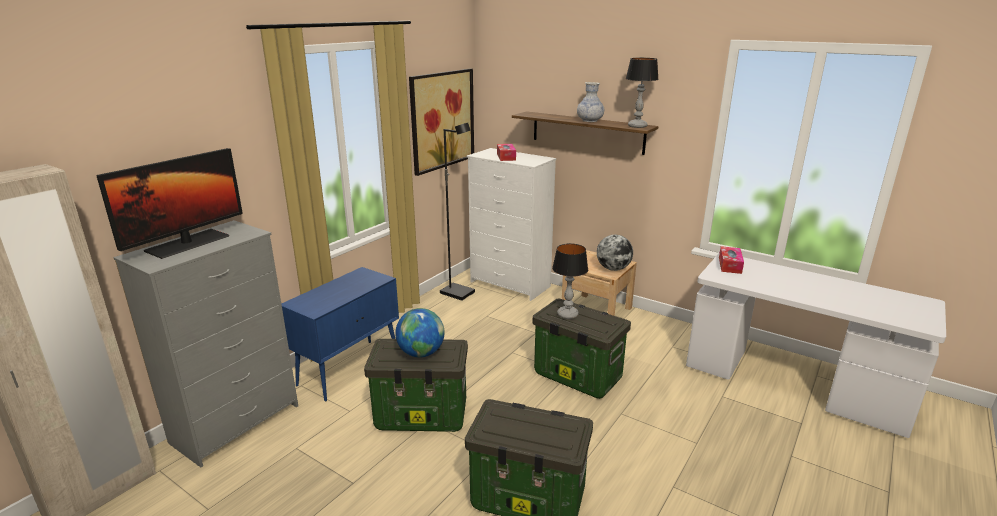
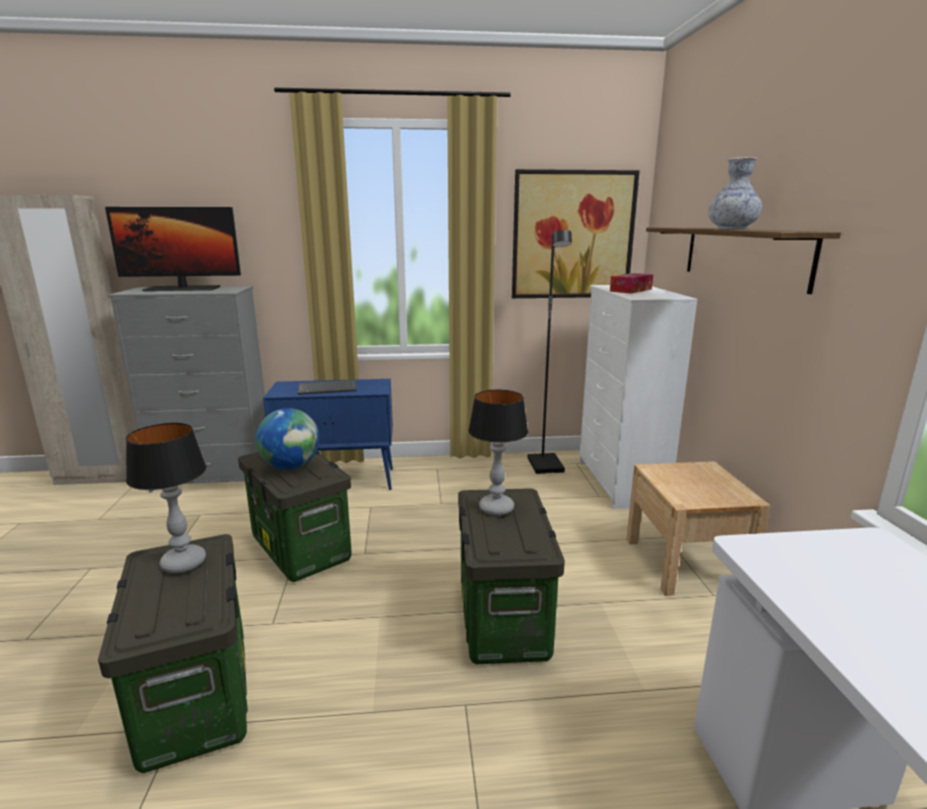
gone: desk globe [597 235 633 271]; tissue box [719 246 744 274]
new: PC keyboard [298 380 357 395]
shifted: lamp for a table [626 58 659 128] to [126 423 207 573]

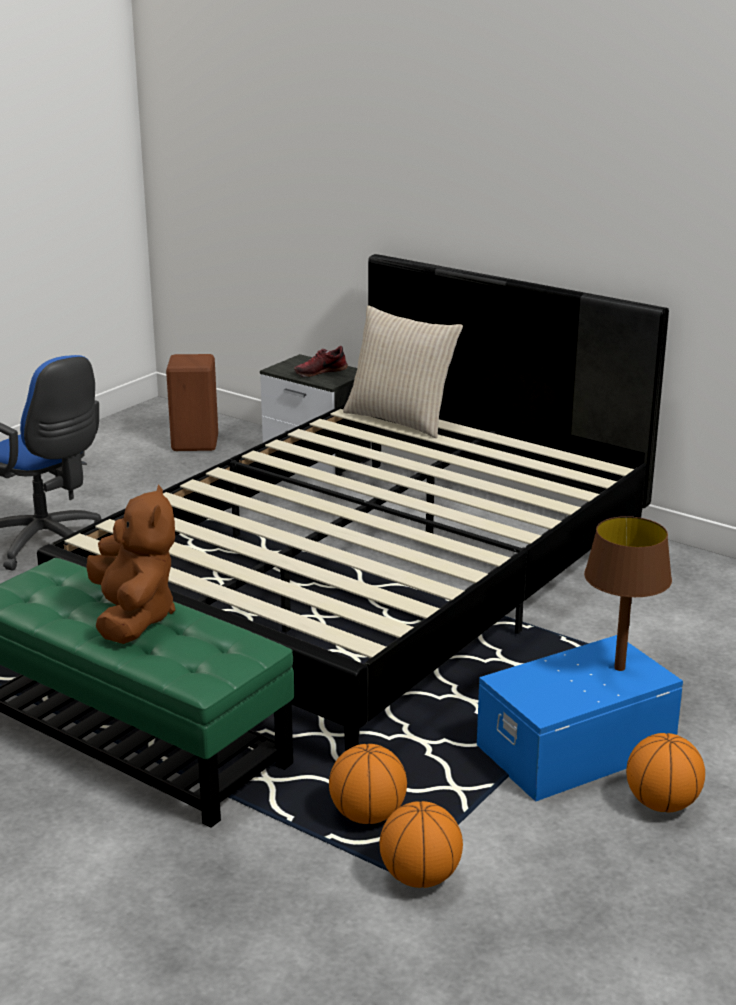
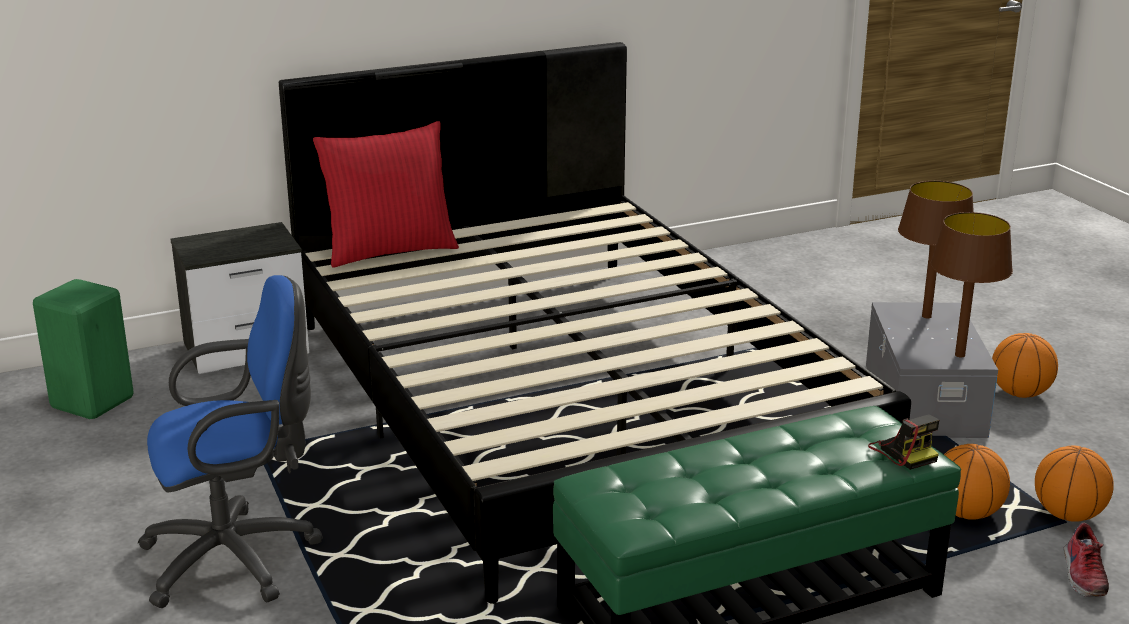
gone: cuddly toy in brown [86 485 175 644]
new: still camera [868 415 939 470]; lamp for a table in brown [930 212 1013 357]
shifted: low shoe [294 346 348 377] to [1063 523 1109 597]
repainted: stool seat in brown [166 354 218 451] to stool seat in green-coloured [33 279 134 419]; pillow in sand-coloured [343 305 463 438] to pillow in red-coloured [313 121 459 268]; storage container in blue-coloured [477 635 683 802] to storage container in grey [866 302 998 438]

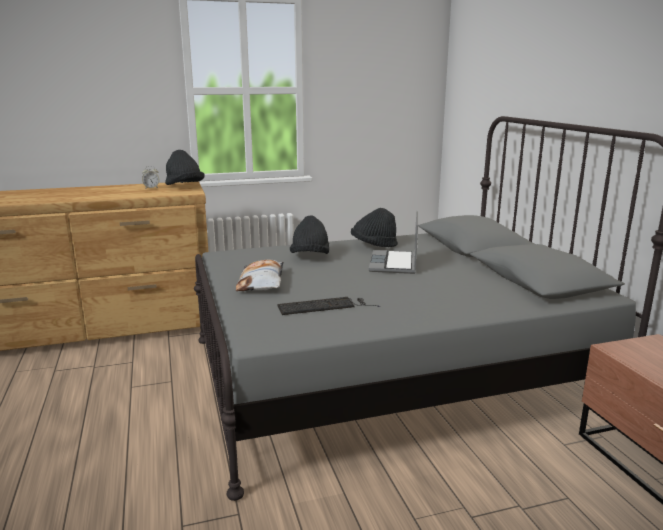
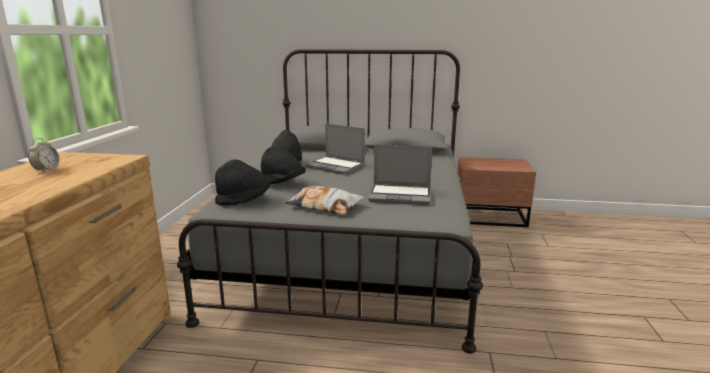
shifted: clothing hat in black [165 150 205 185] to [215 159 270 206]
swapped: PC keyboard [277 297 380 315] to portable computer [368 144 432 205]

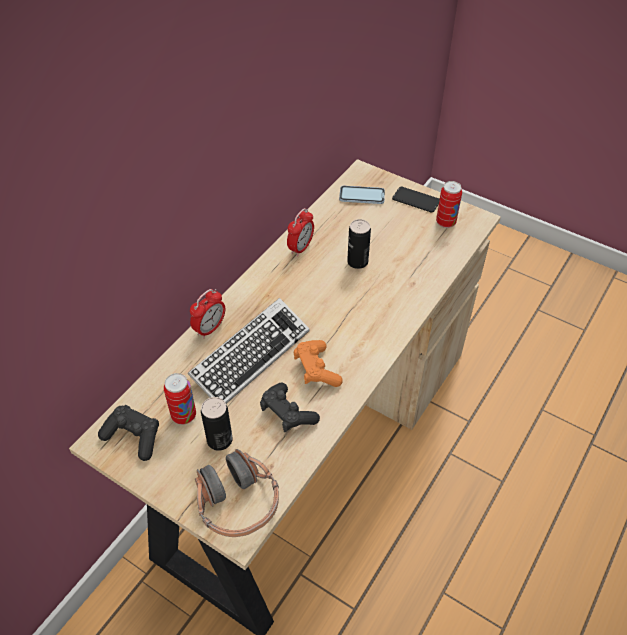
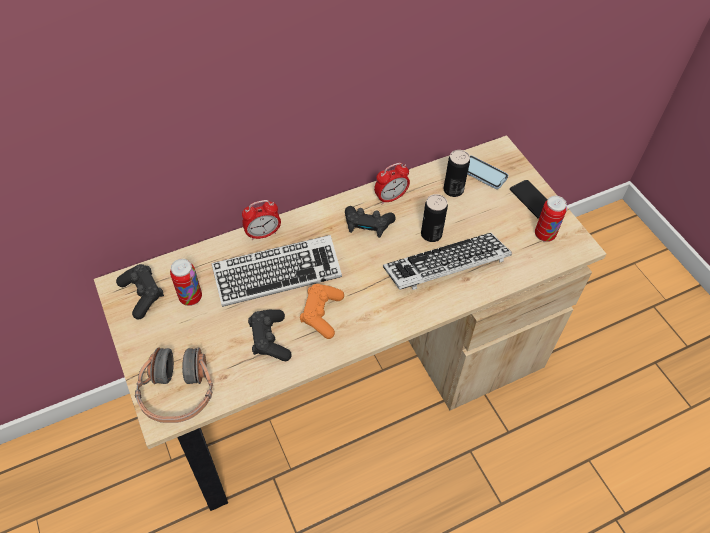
new: joypad in black [345 206 396 238]; PC keyboard [383 233 512 290]
shifted: metal can [201 397 233 451] to [444 150 470 197]

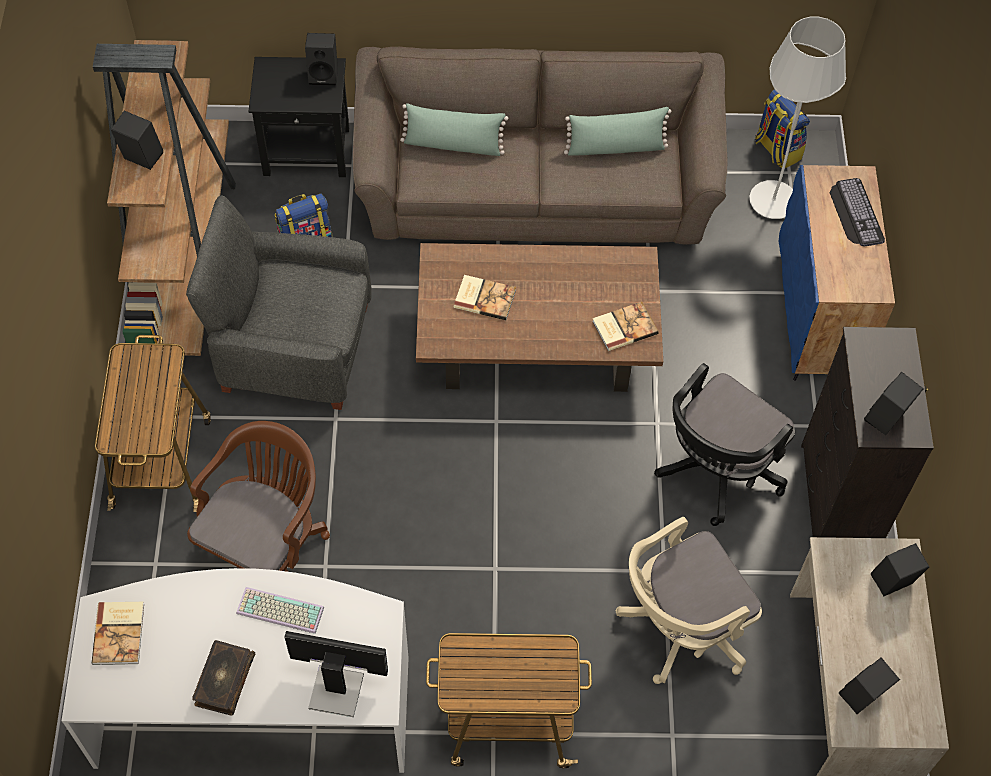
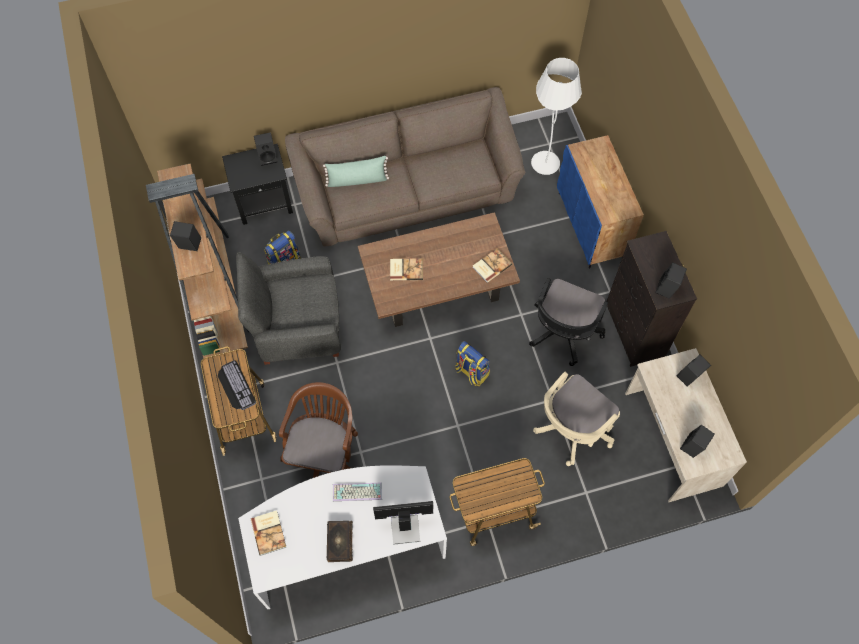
gone: pillow in green-coloured [564 107 671 156]
shifted: backpack [755 89 810 168] to [455 341 490 386]; PC keyboard [830 178 885 247] to [218 360 256 410]

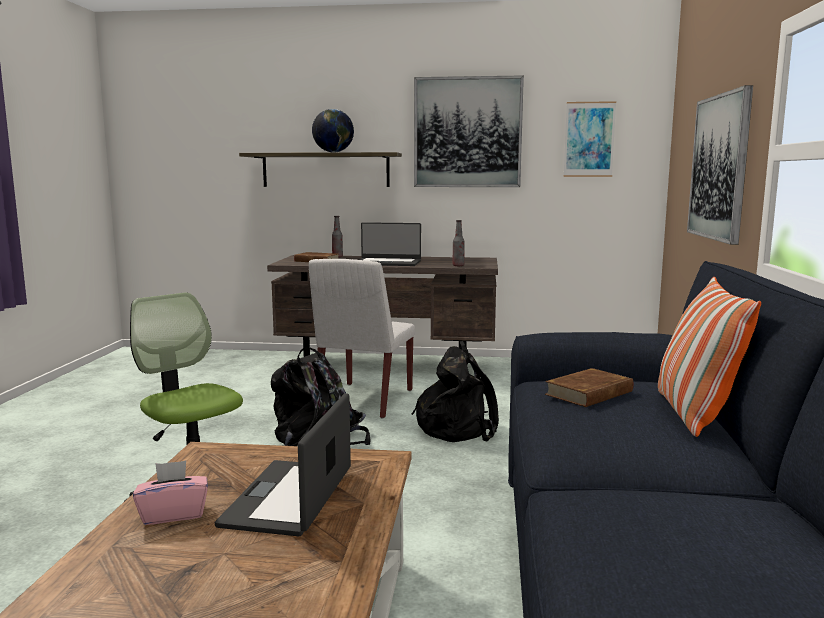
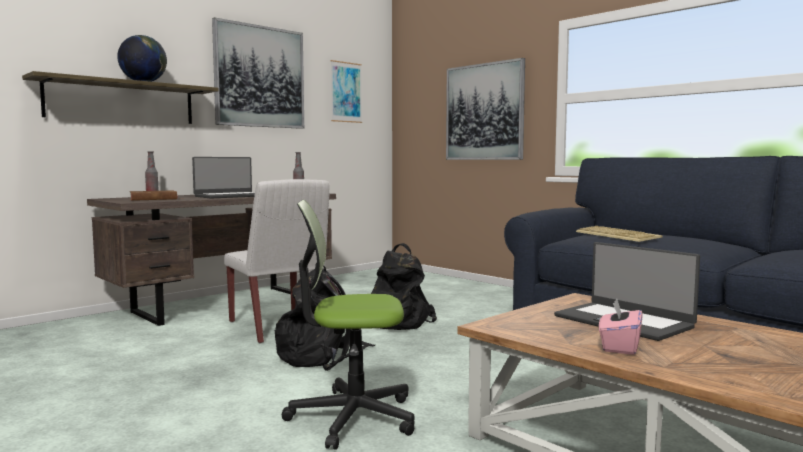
gone: pillow [658 277 761 437]
swapped: book in brown [545 368 633 407] to PC keyboard [576 226 663 242]

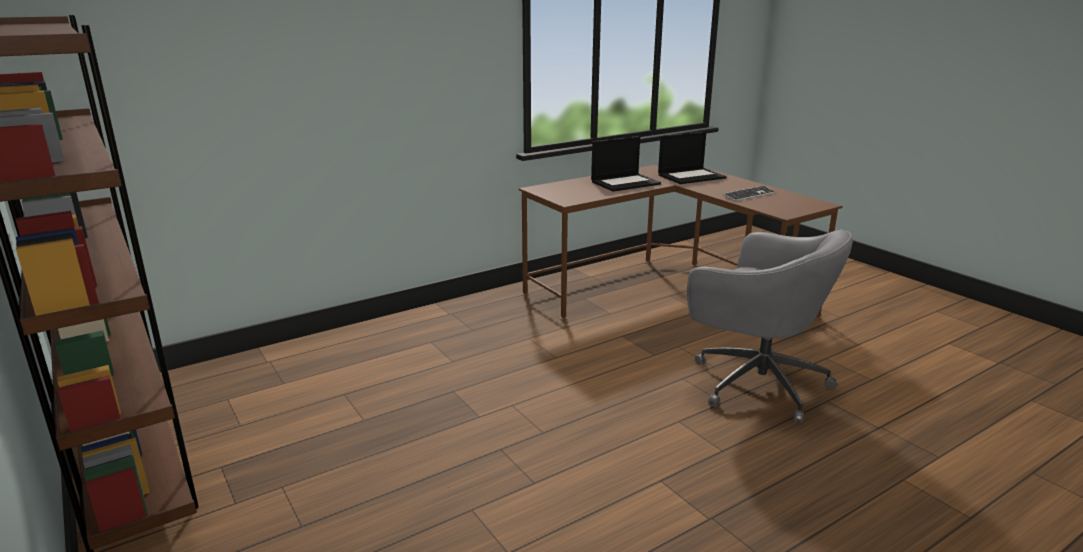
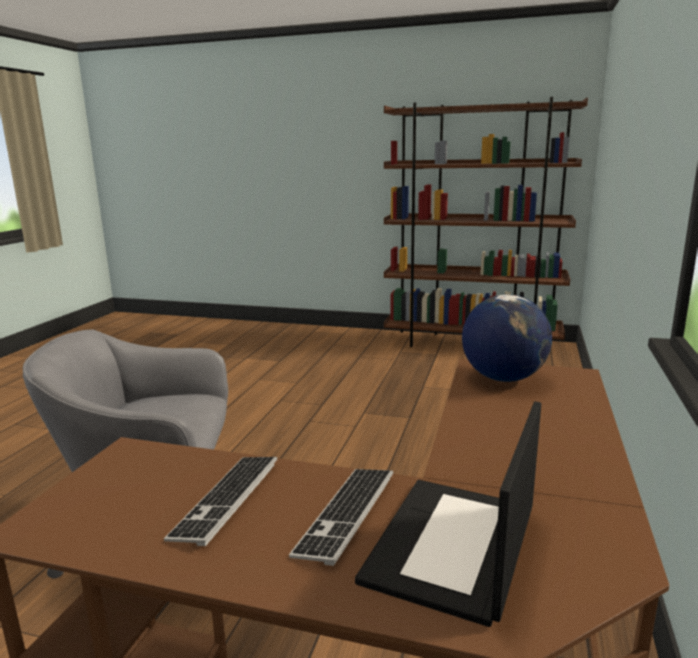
gone: portable computer [591 136 661 192]
new: PC keyboard [289 469 393 566]; desk globe [462 294 552 382]

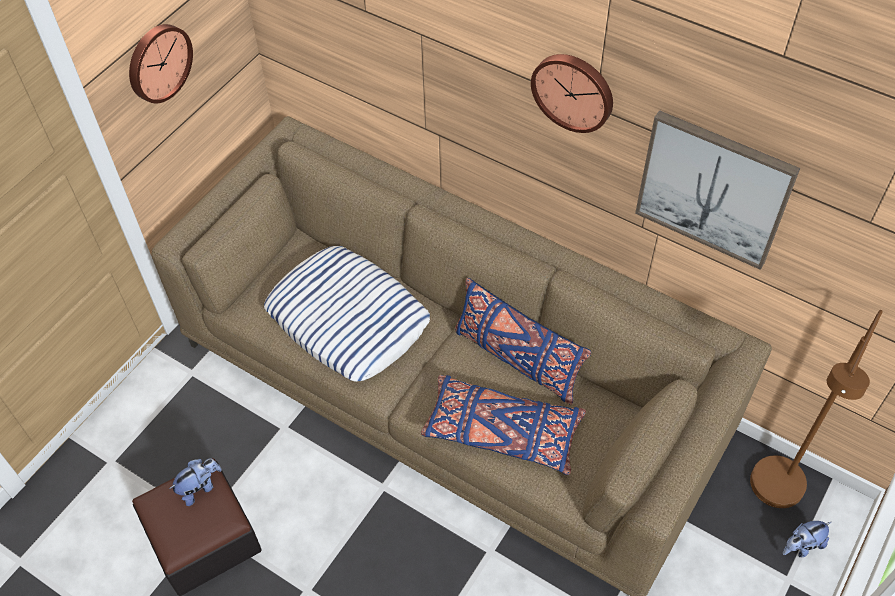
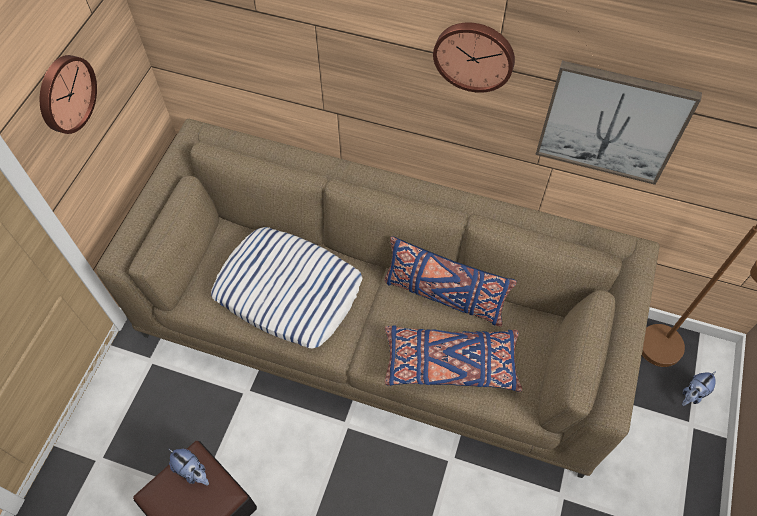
rotated: cuddly toy [169 459 222 506] = [169 449 209 486] 90 degrees clockwise

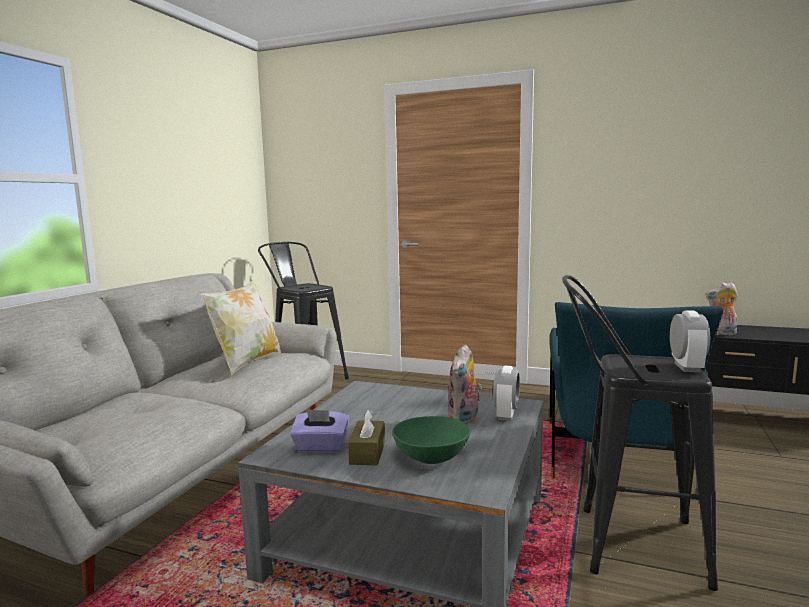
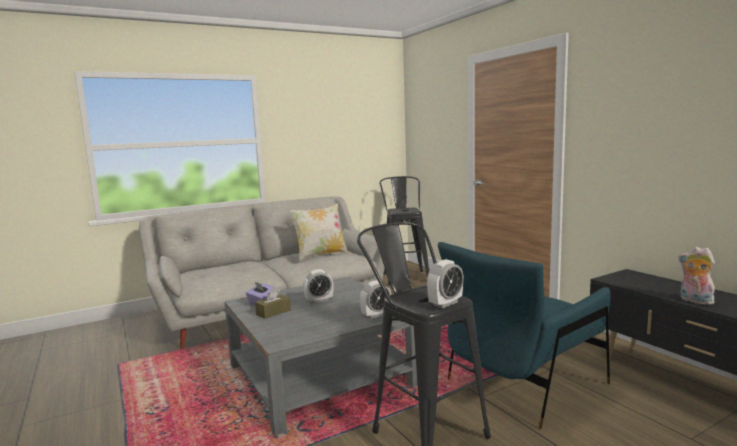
gone: serving bowl in green-coloured [392 416 471 464]; cuddly toy [448 344 482 424]
new: table clock [303 269 333 303]

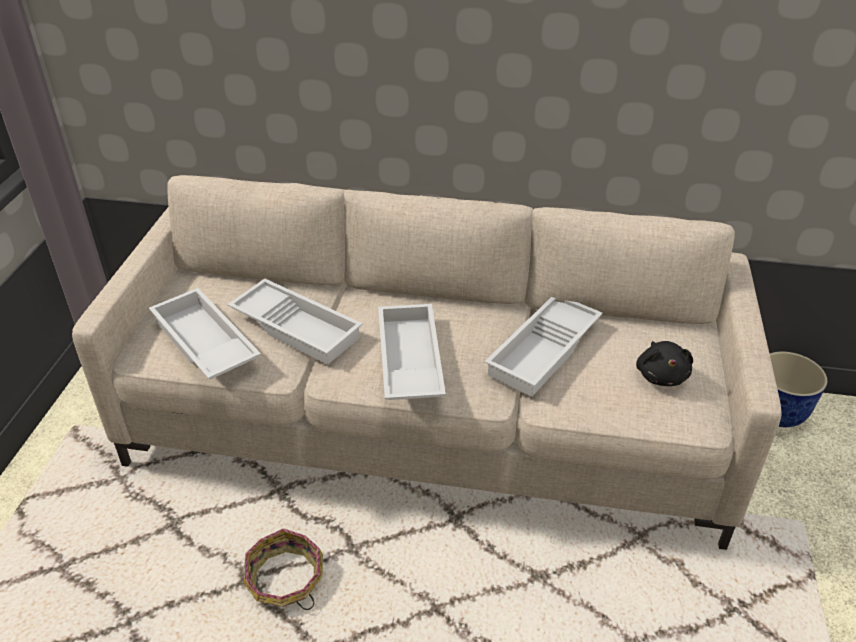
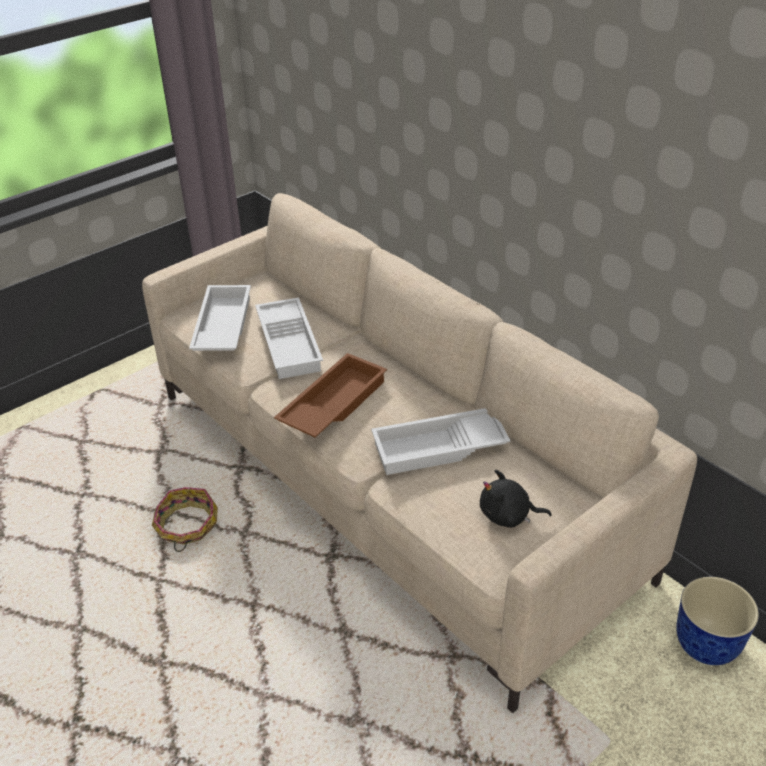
repainted: tray in white [378 304 446 400] to tray in brown [274 353 387 438]
rotated: cuddly toy in black [636 341 693 386] = [480 470 552 528] 60 degrees clockwise

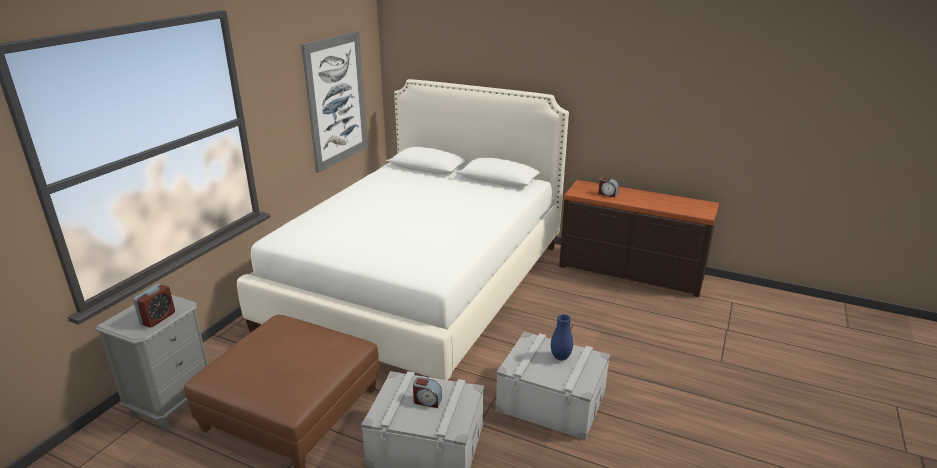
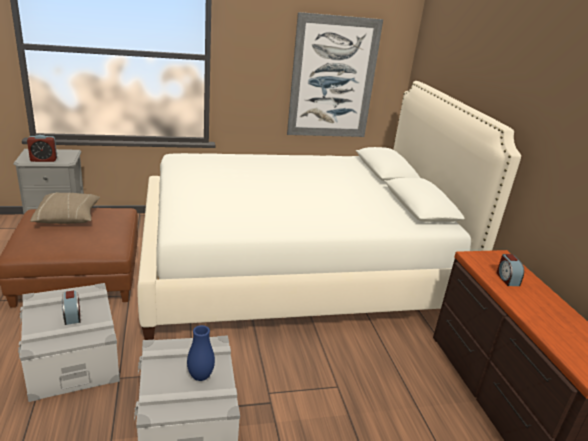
new: pillow in sand-coloured [30 192 100 224]

